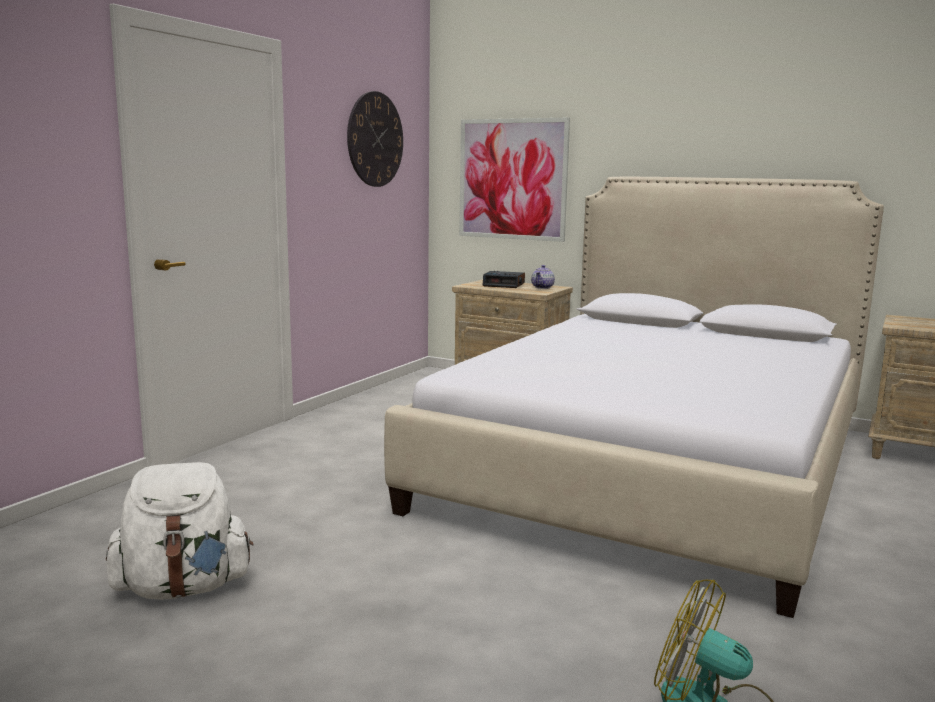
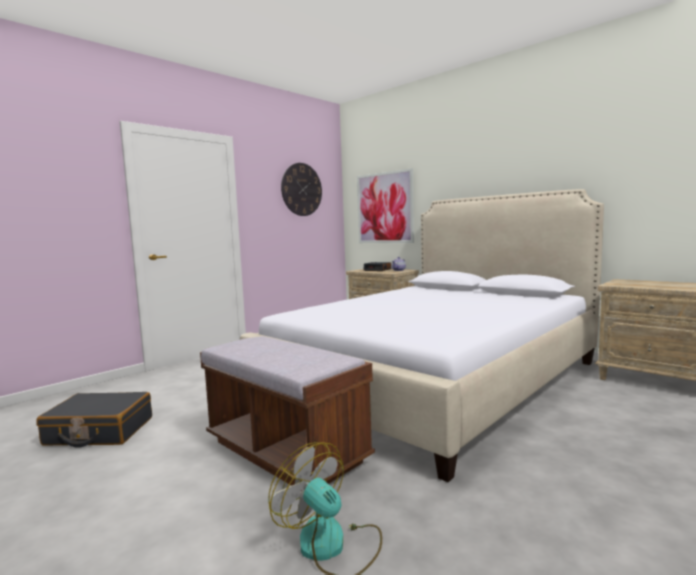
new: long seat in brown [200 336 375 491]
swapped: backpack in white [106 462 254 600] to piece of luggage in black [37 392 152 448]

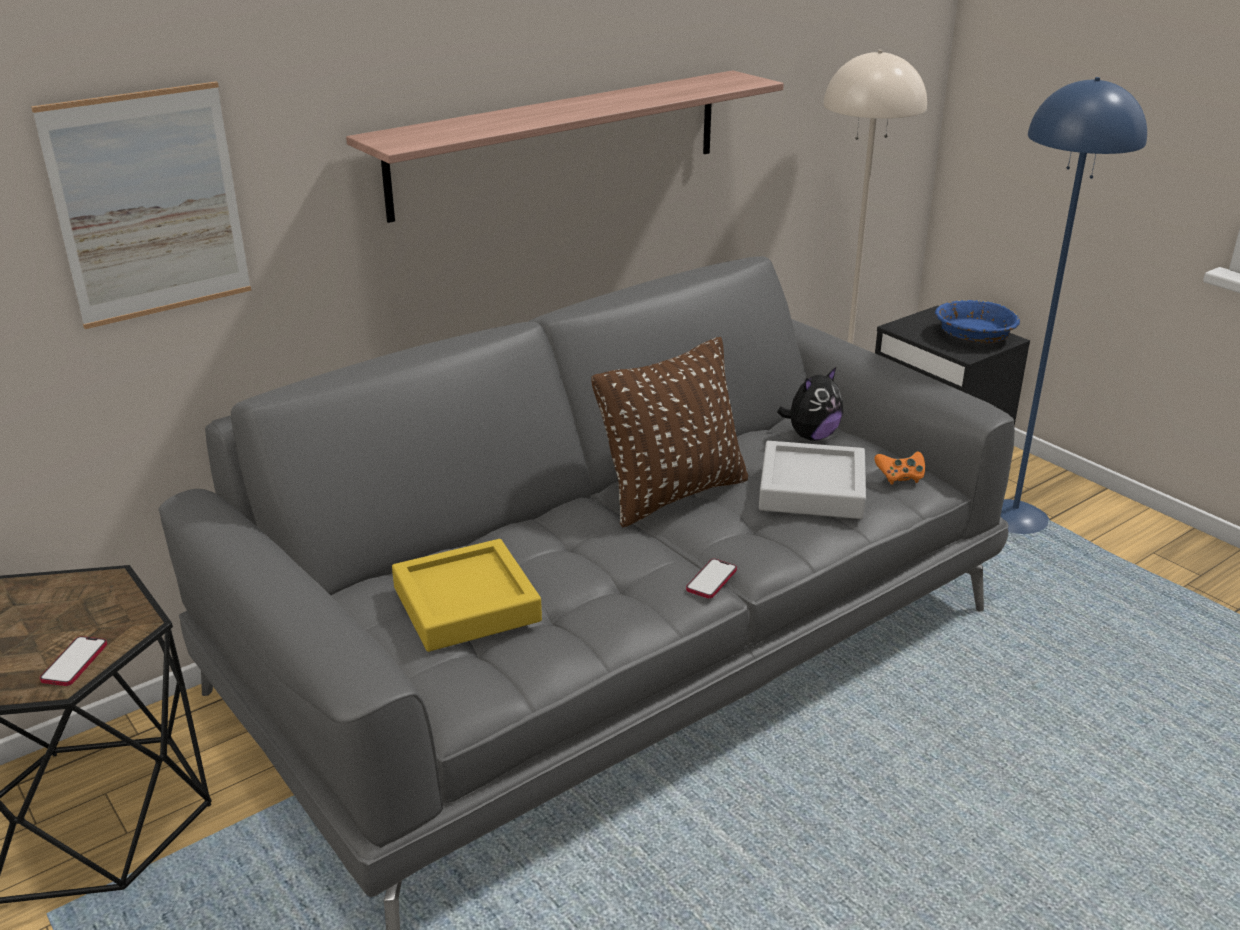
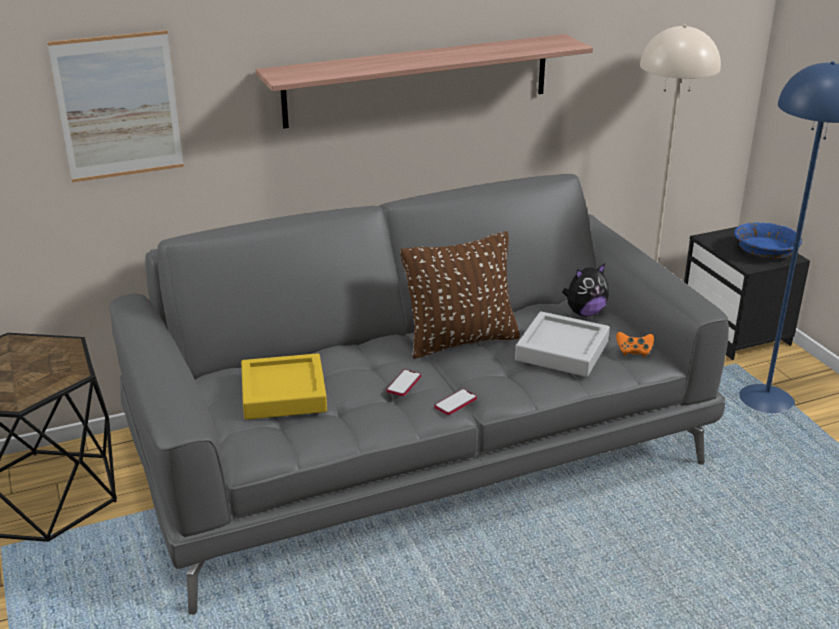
shifted: phone [40 636 107 686] to [386 369 421 396]

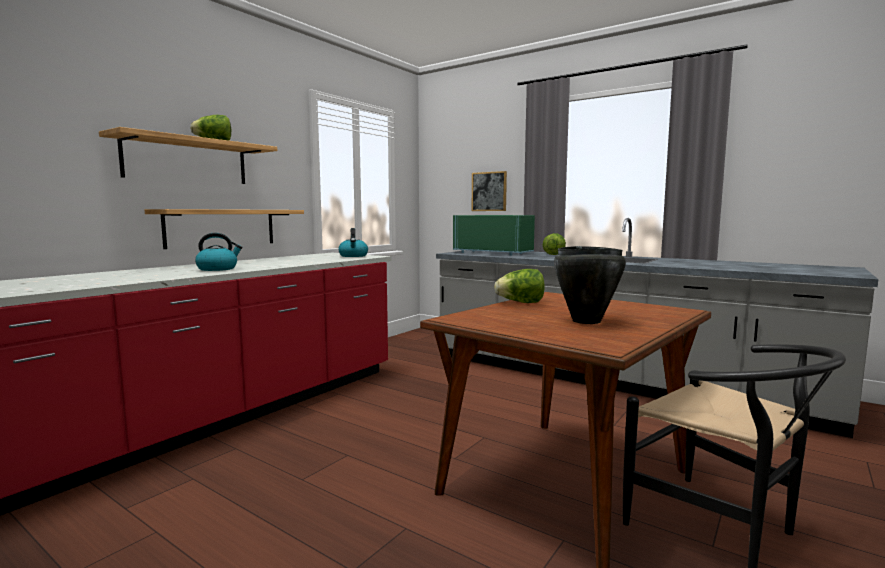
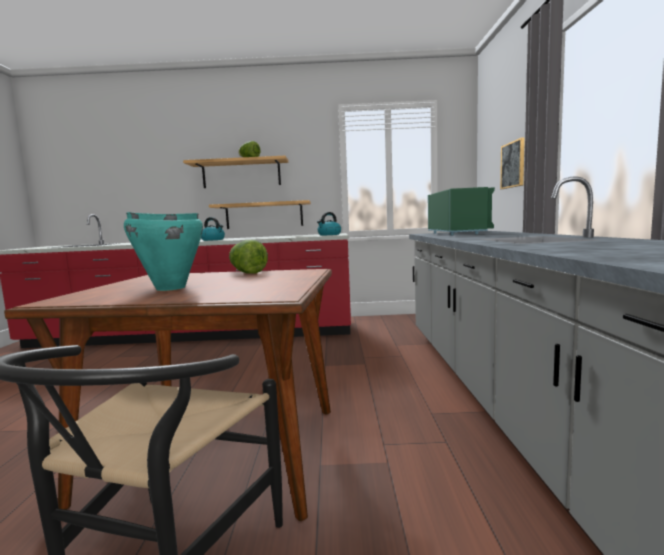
gone: lettuce [543 233 566 255]
repainted: cooking pot in black [554 246 626 324] to cooking pot in turquoise [124 212 203 291]

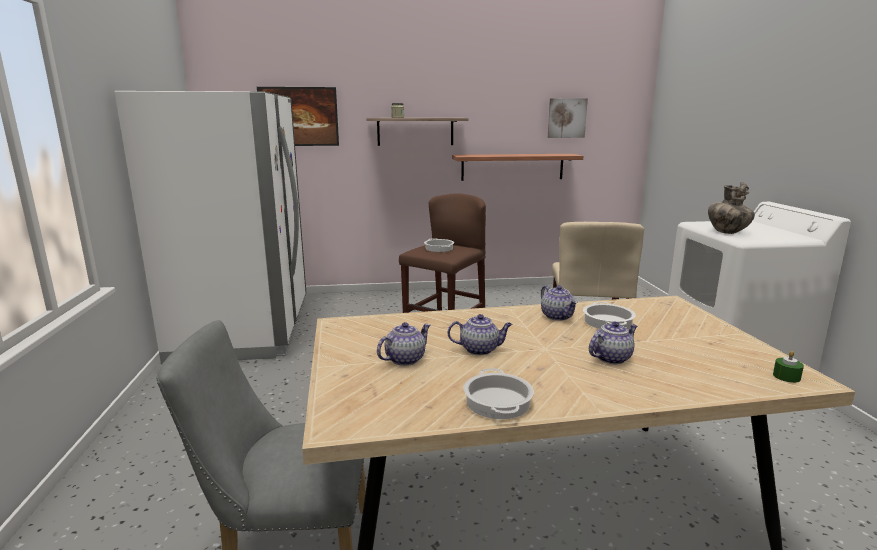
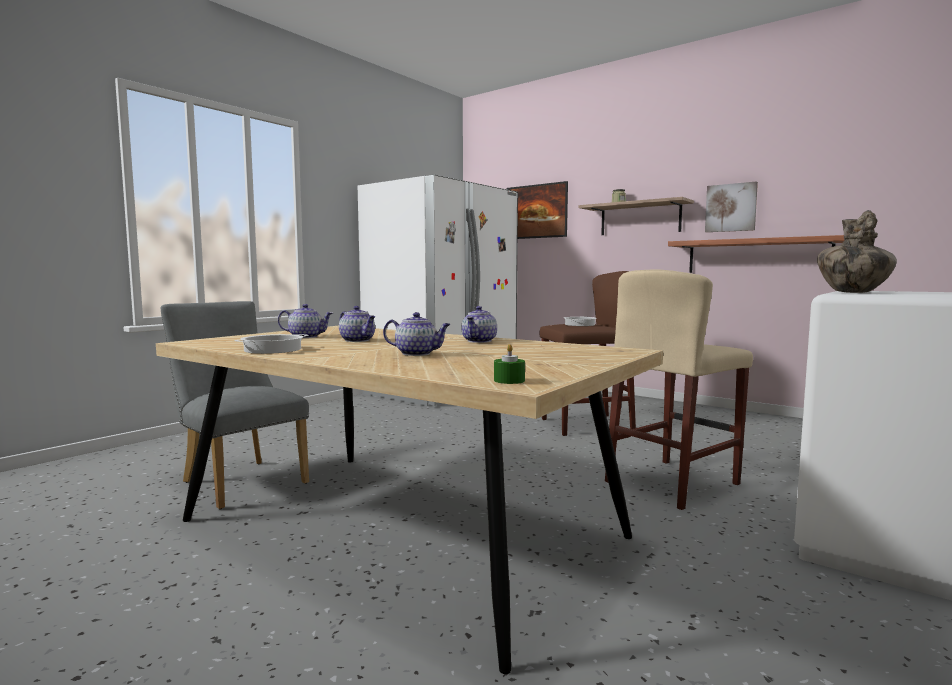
gone: cooking pot [583 302 636 329]
shifted: picture [548 98 588 138] to [705 181 758 232]

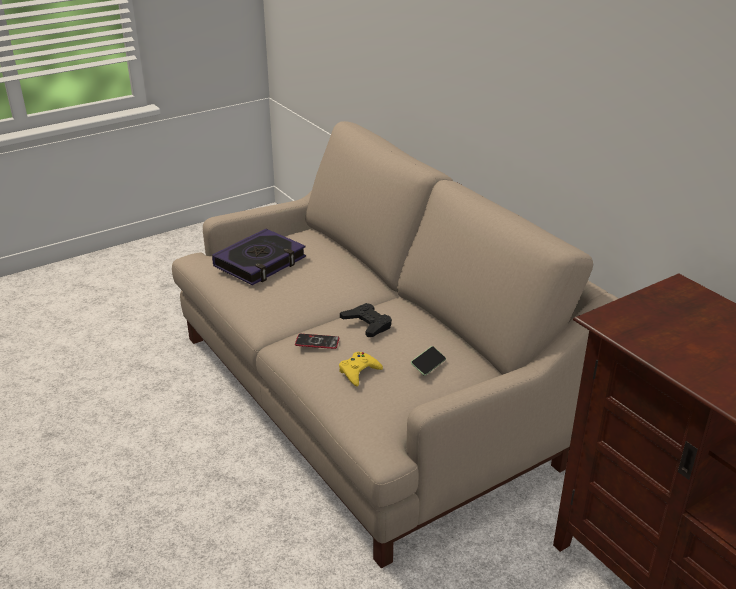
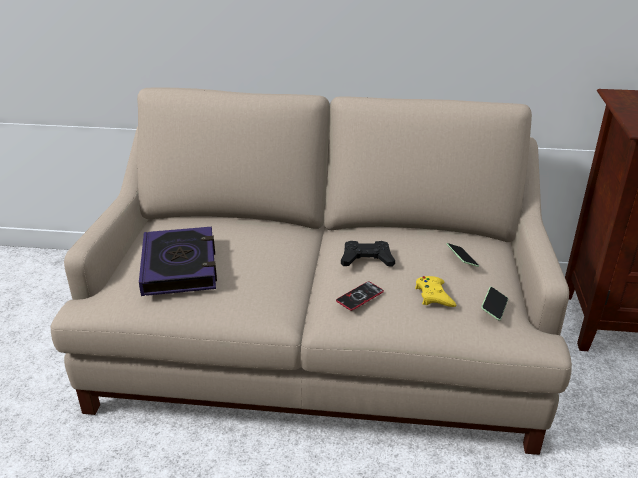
new: phone [481 287 508 320]

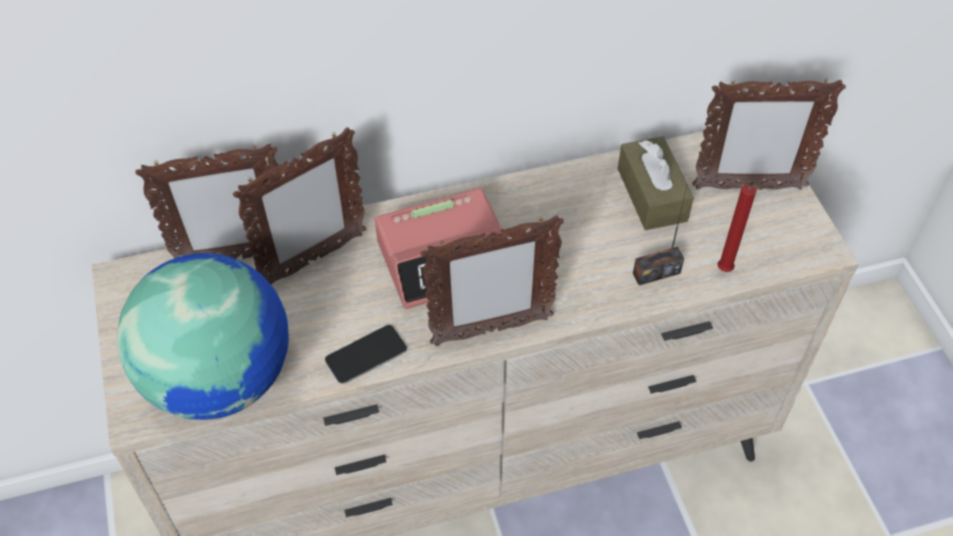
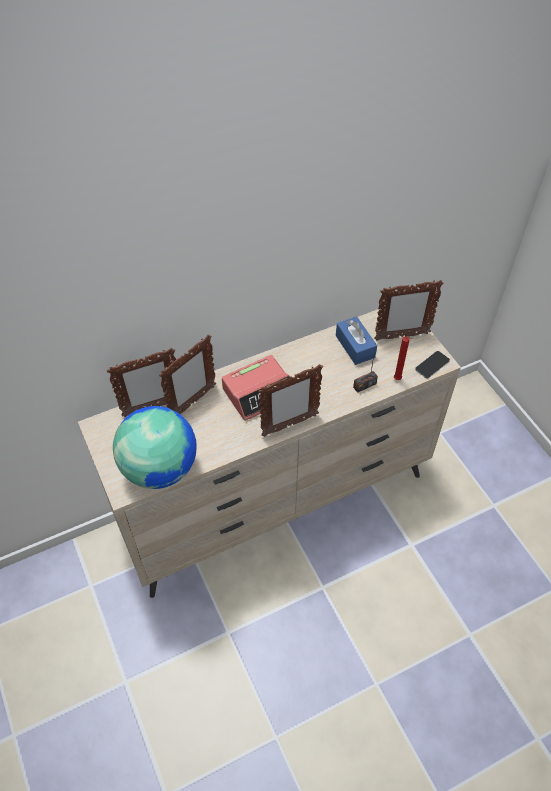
shifted: phone [325 325 407 384] to [415 351 450 378]
repainted: tissue box in brown [618 136 694 230] to tissue box in blue-coloured [336 316 377 365]

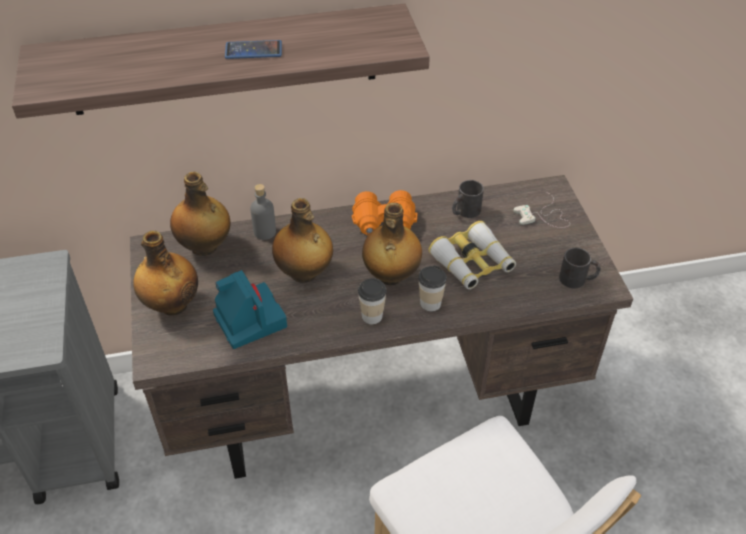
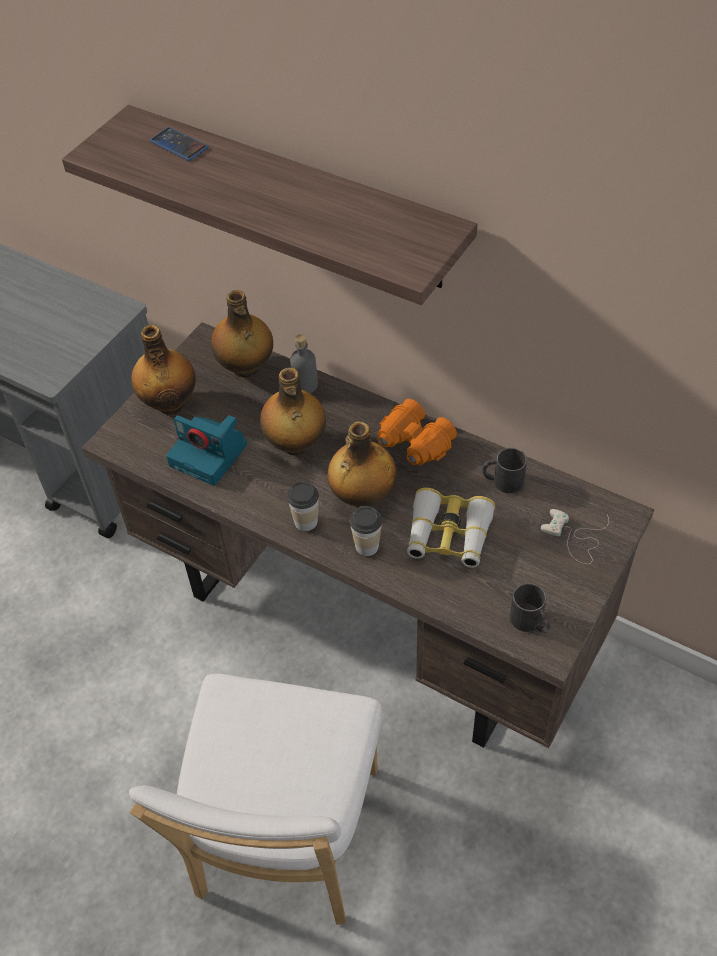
shifted: phone [225 40 282 59] to [149 127 209 161]
rotated: still camera [213 270 287 349] = [166 415 247 486] 105 degrees clockwise

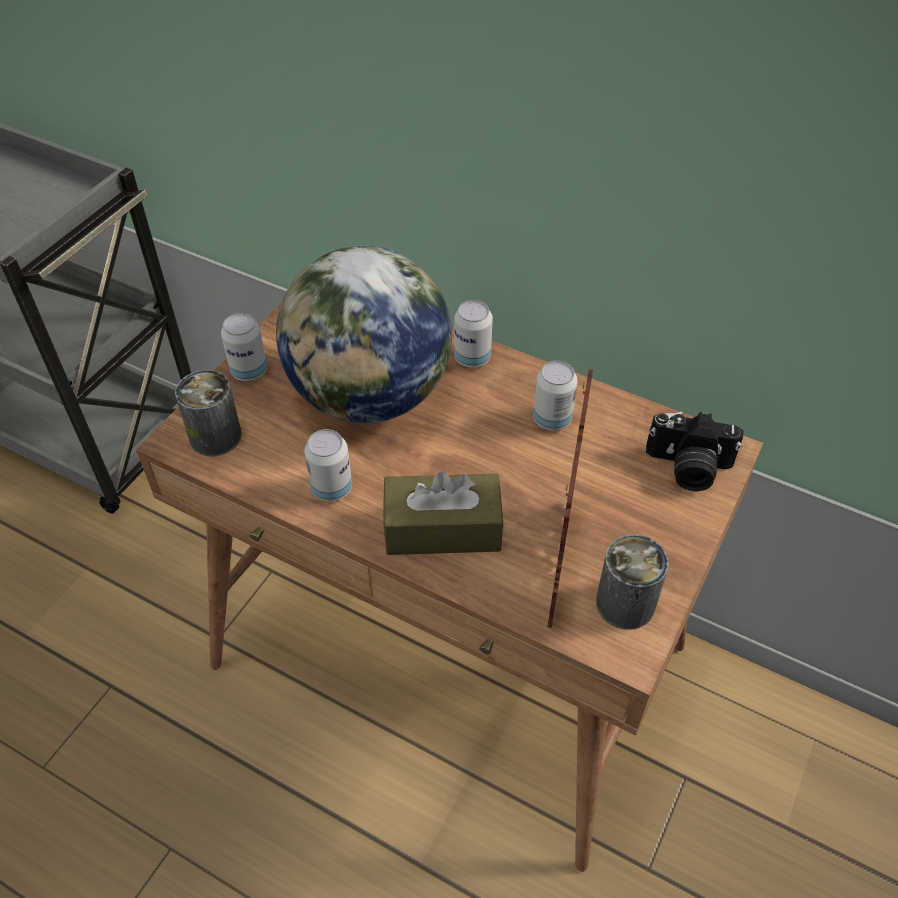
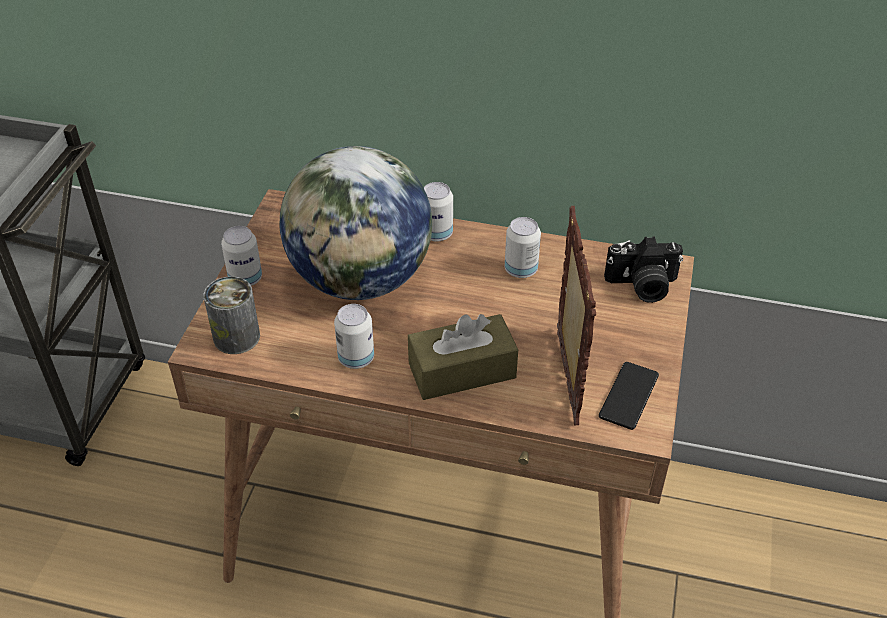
swapped: metal can [596 534 669 630] to phone [599 362 659 430]

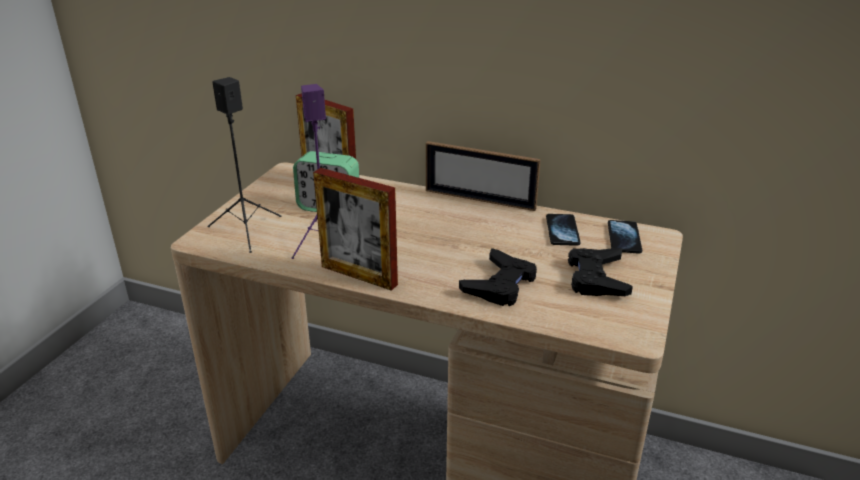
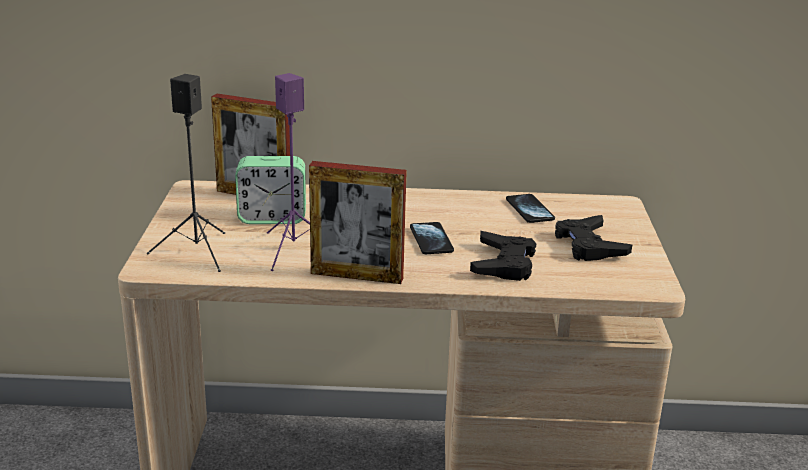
gone: photo frame [426 141 541 211]
shifted: phone [608 220 642 253] to [410 222 454 254]

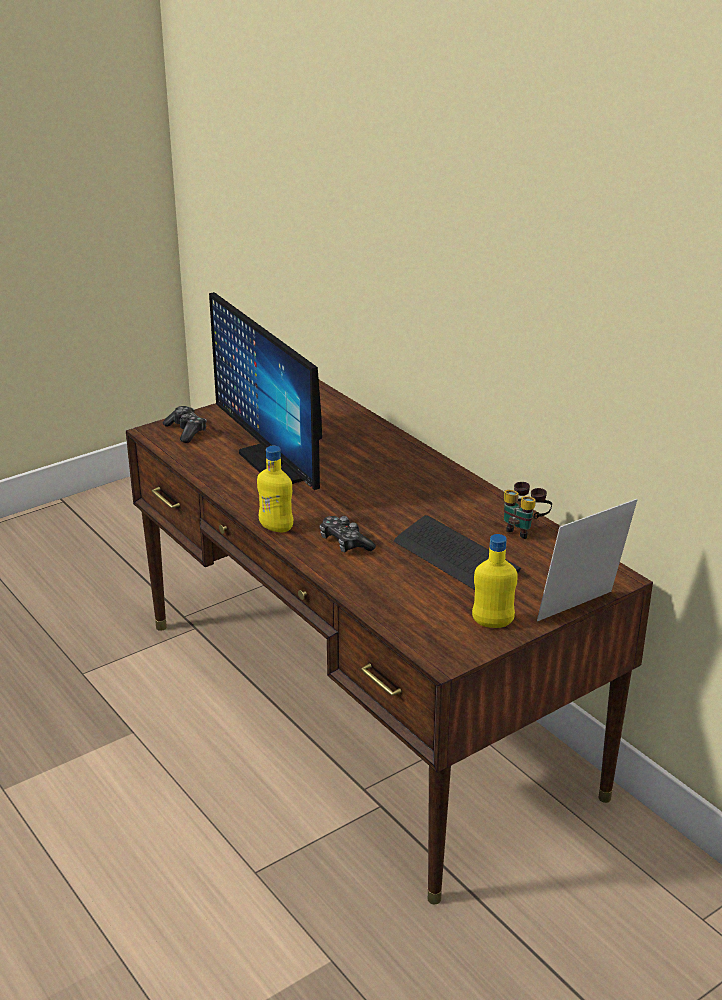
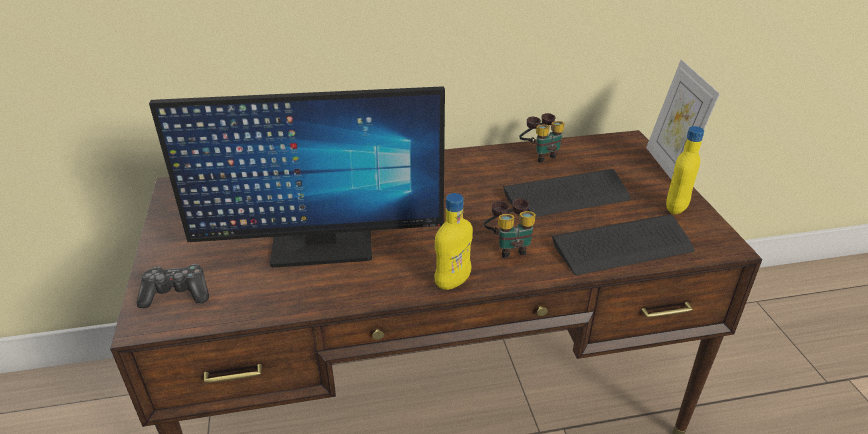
new: PC keyboard [552 214 695 275]
swapped: joypad [319 516 376 553] to field glasses [484 198 536 258]

